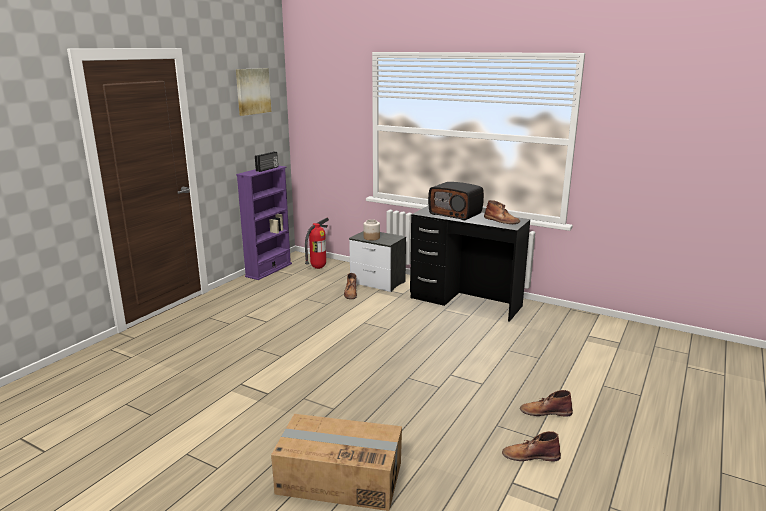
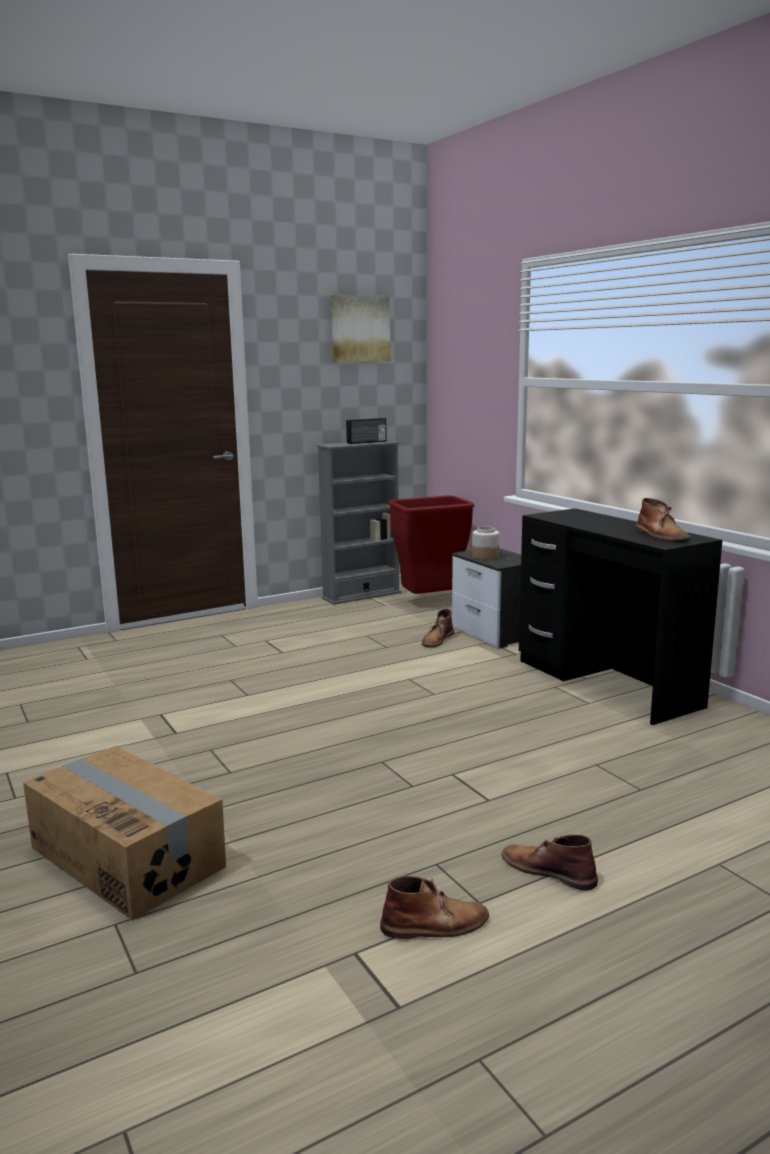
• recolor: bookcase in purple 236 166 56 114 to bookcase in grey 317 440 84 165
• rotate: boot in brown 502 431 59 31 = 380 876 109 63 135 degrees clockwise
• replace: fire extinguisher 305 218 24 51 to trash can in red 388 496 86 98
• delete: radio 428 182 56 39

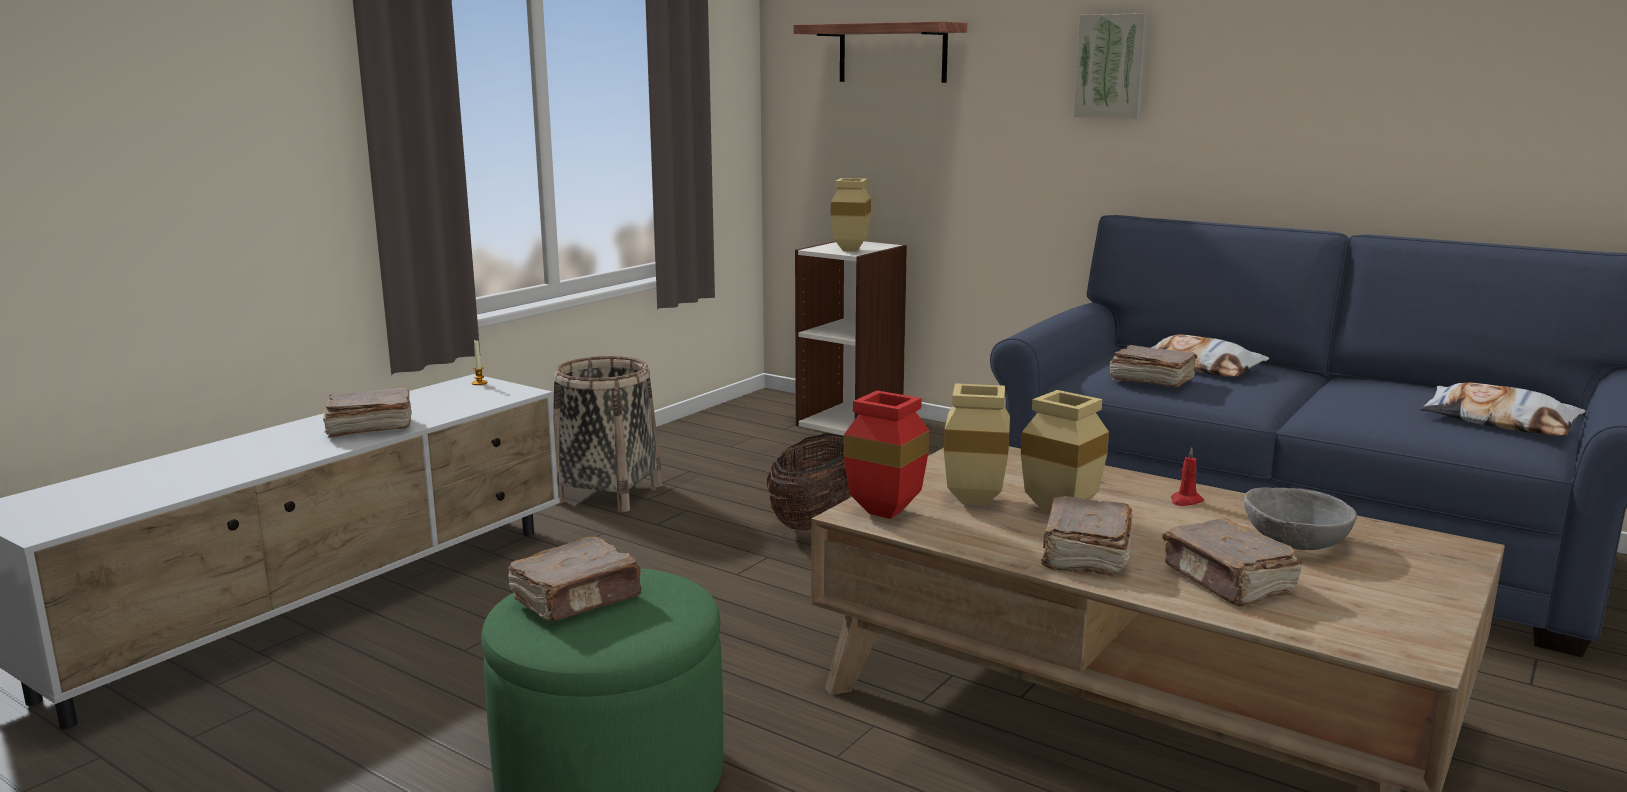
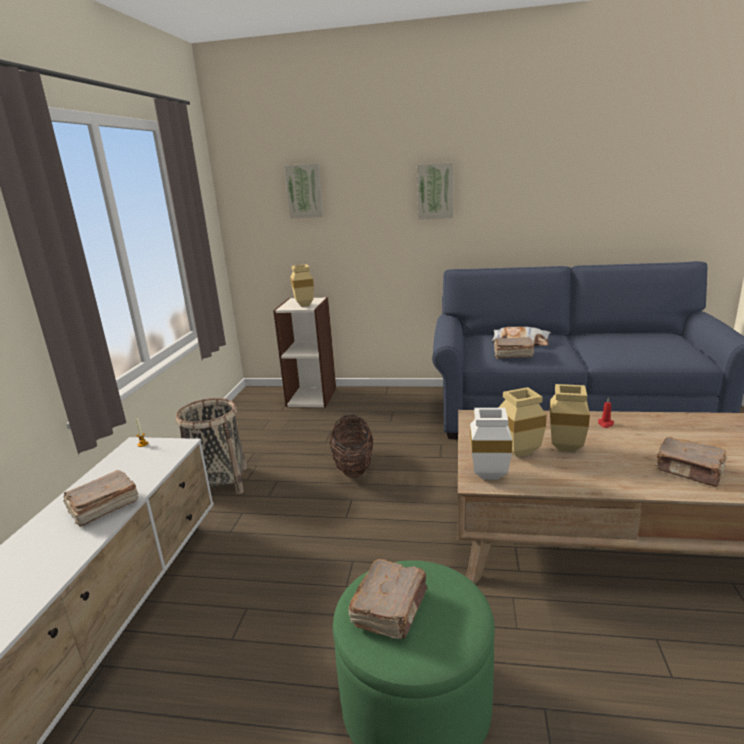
• replace: shelf 794 21 173 62 to picture 284 163 40 56
• recolor: vase in red 844 391 85 128 to vase in white 470 408 42 72
• delete: book in brown 1041 496 92 81
• delete: bowl in grey 1244 488 113 62
• delete: pillow 1420 382 165 54

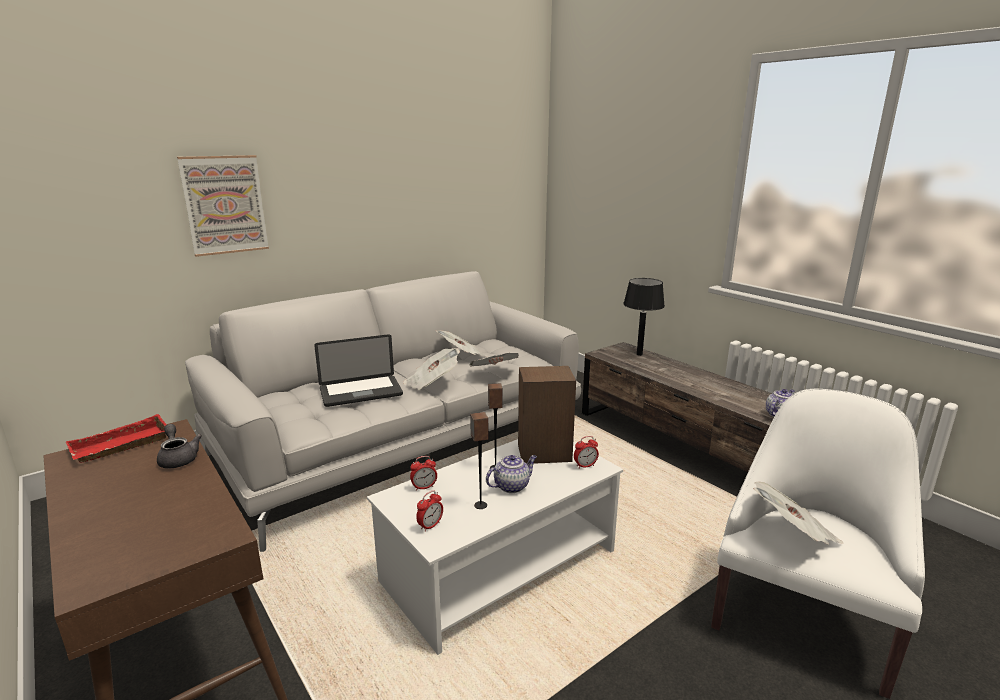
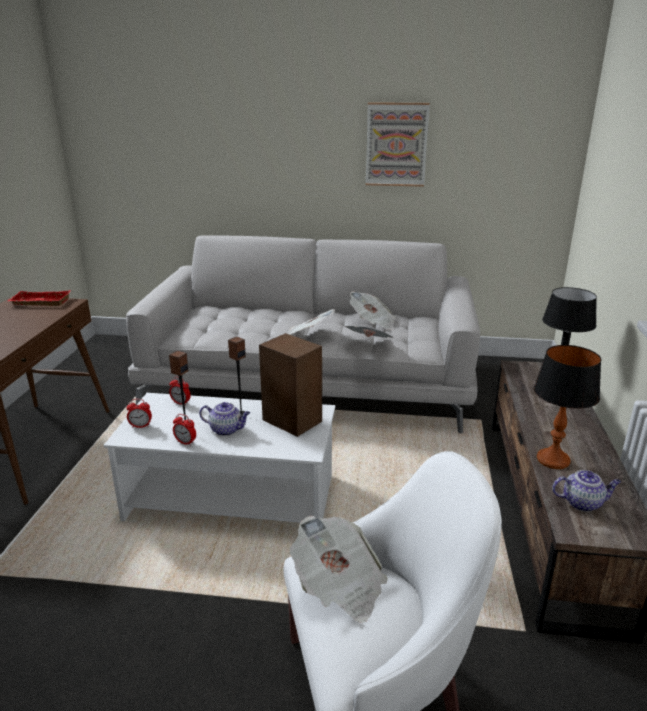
• move: alarm clock 574 436 25 32 to 173 414 23 32
• move: picture 177 155 92 102 to 365 102 65 85
• insert: table lamp 534 345 67 124
• delete: teapot in grey 157 424 45 44
• delete: laptop 314 334 89 73

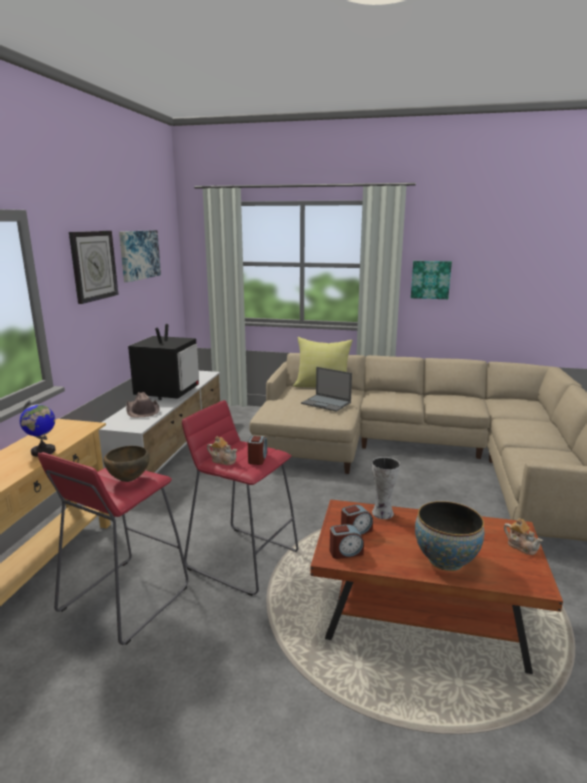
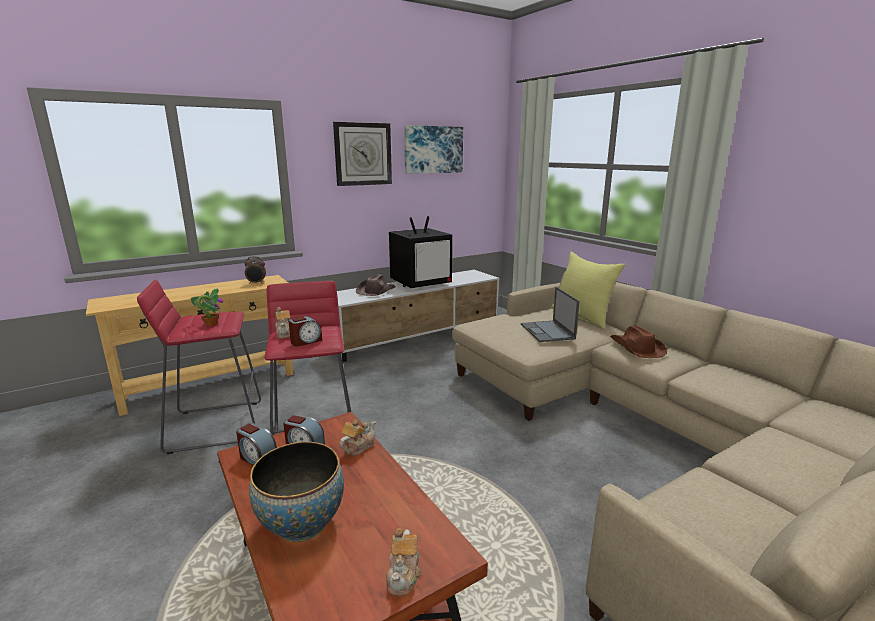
• replace: bowl in brown 103 446 47 36 to potted plant 191 288 32 38
• insert: alarm clock 245 256 21 28
• replace: vase 372 457 28 62 to teapot 339 420 37 36
• insert: hat in brown 610 326 57 32
• delete: globe 20 400 36 57
• delete: picture 411 261 41 38

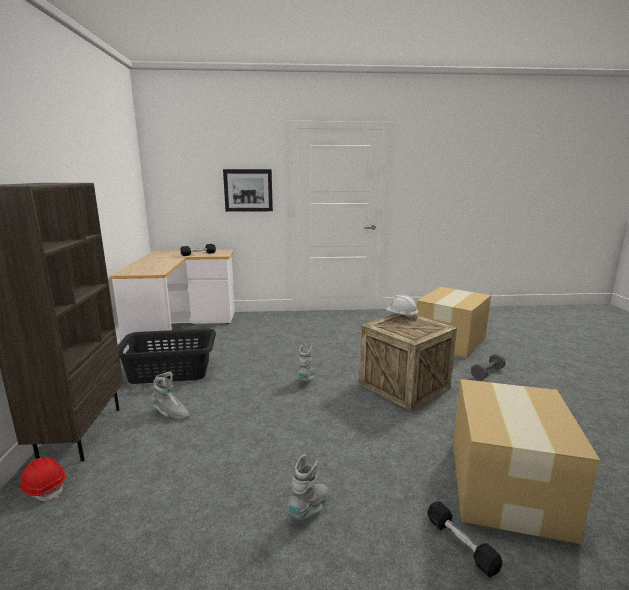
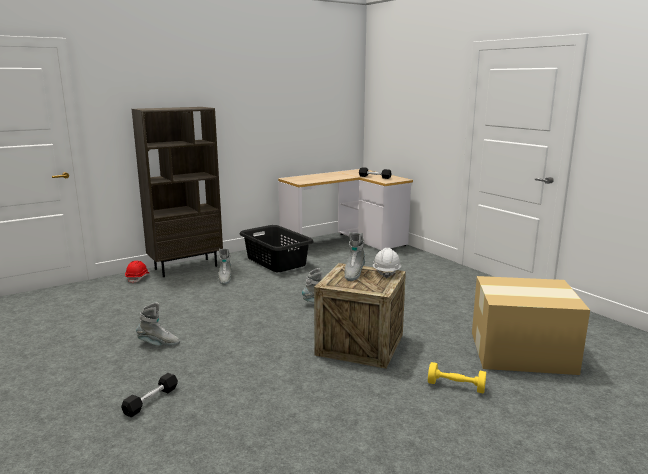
• insert: boot in grey 345 232 20 49
• recolor: dumbbell in grey 471 354 35 26 to dumbbell in yellow 428 362 58 31
• delete: picture 223 169 50 43
• delete: cardboard box 453 379 147 165

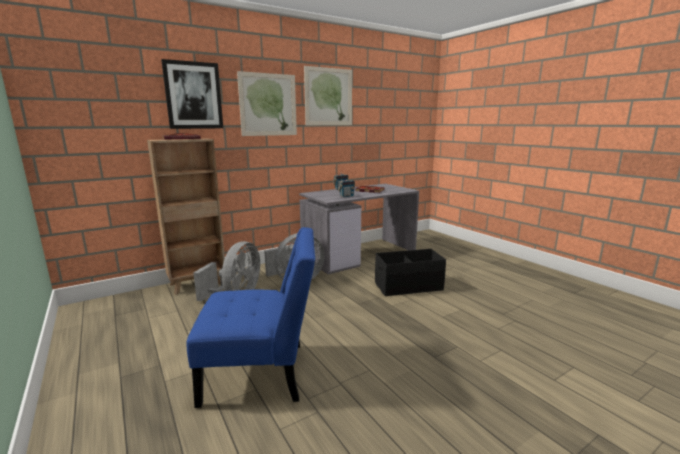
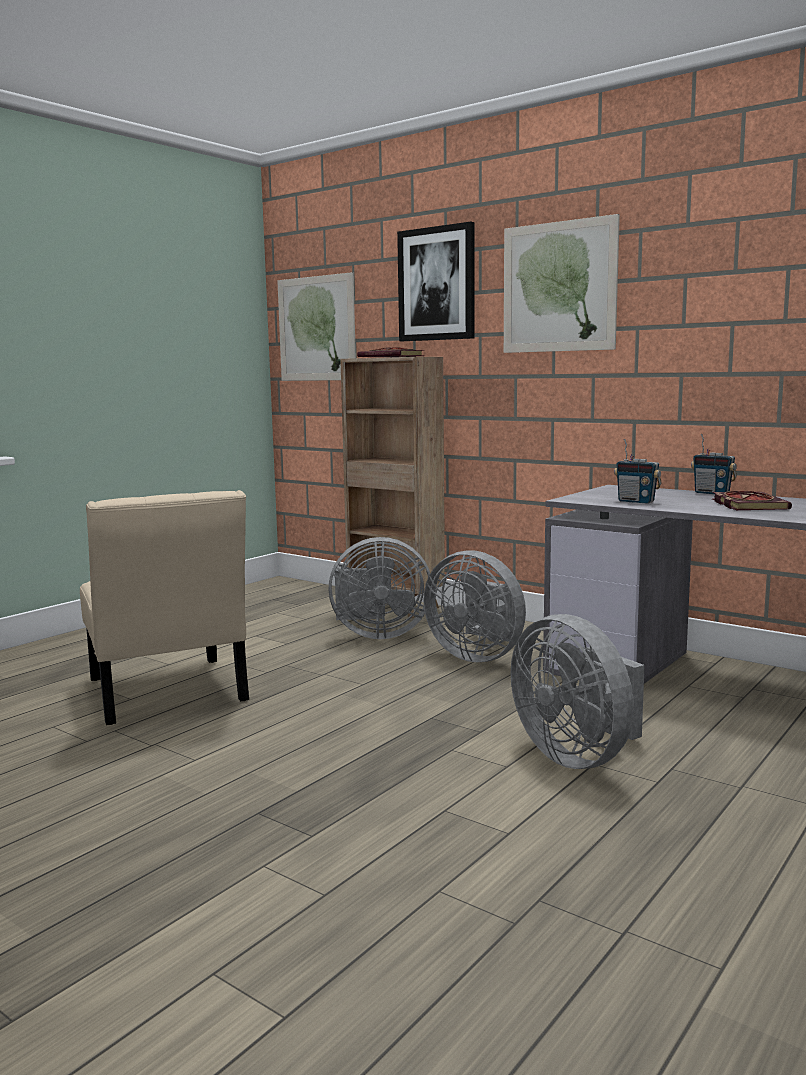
• recolor: chair in blue 186 227 129 181 to chair in beige 80 490 169 235
• move: picture 304 66 48 59 to 277 272 79 109
• replace: storage box in black 375 249 71 47 to fan in grey 511 614 134 155

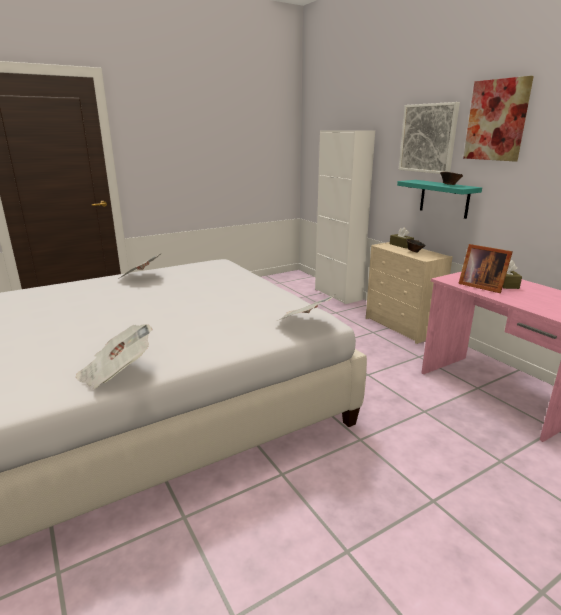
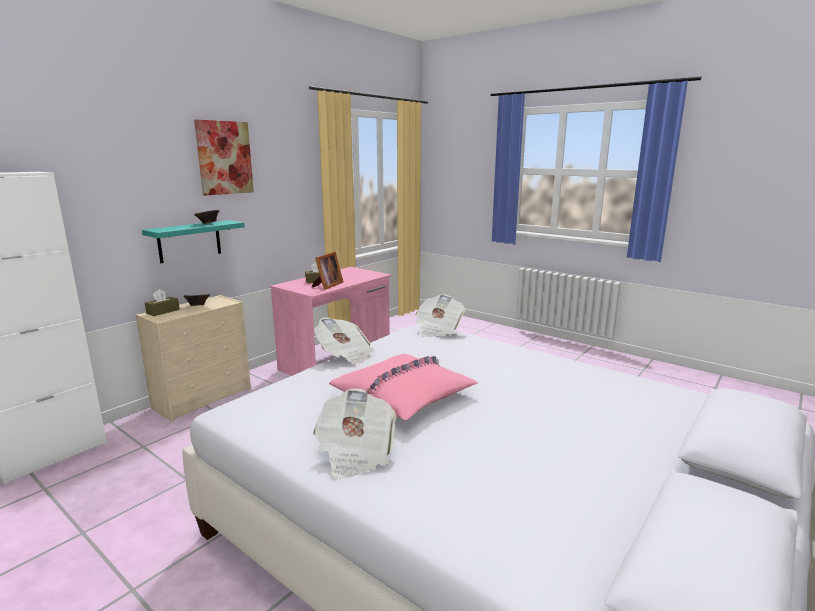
• move: newspaper 75 324 78 65 to 314 317 60 48
• insert: pillow in pink 329 354 149 66
• delete: picture 399 102 61 72

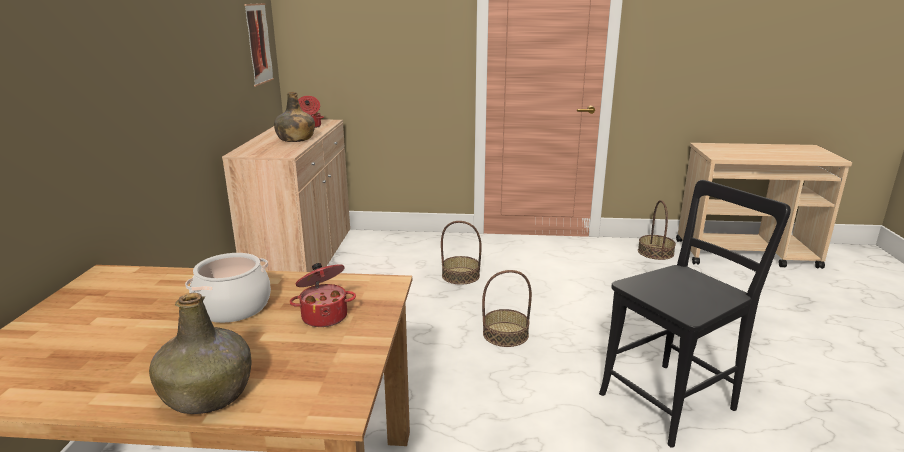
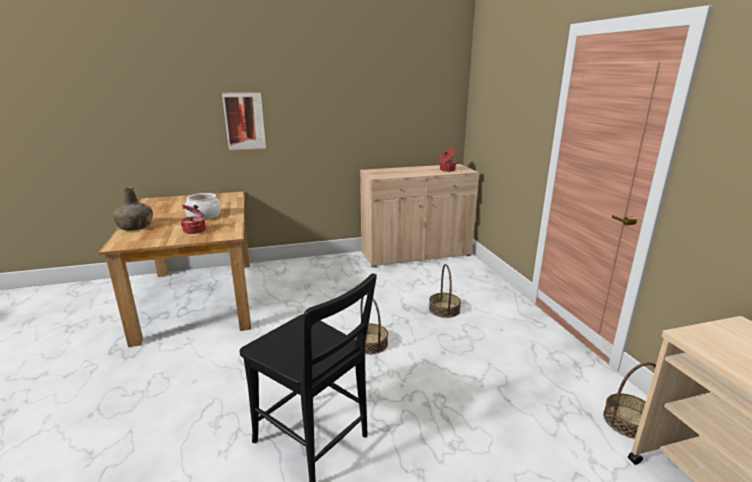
• move: picture 244 3 30 83 to 222 92 44 59
• delete: bottle in green 274 92 41 50

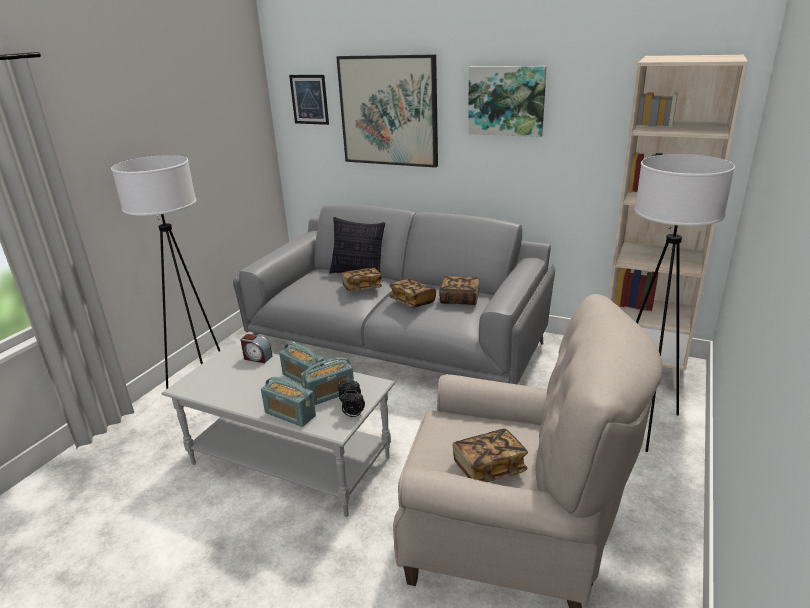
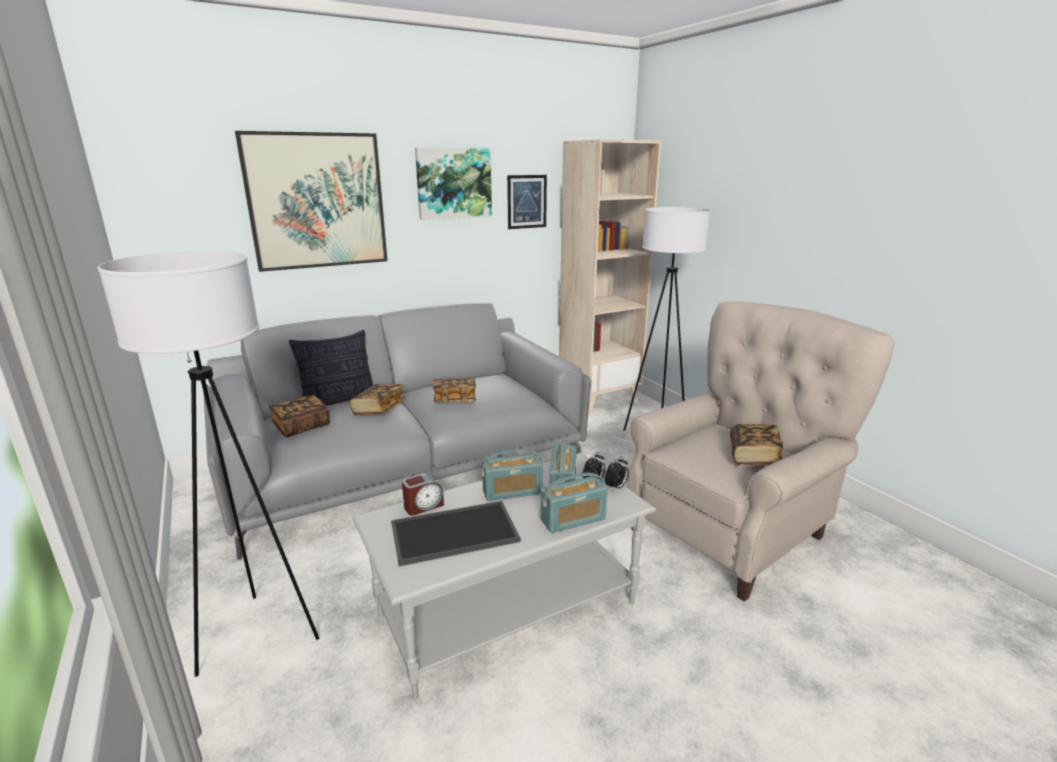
• move: book 439 276 41 29 to 269 395 61 42
• insert: tray 391 501 130 65
• move: picture 289 75 40 50 to 507 175 40 54

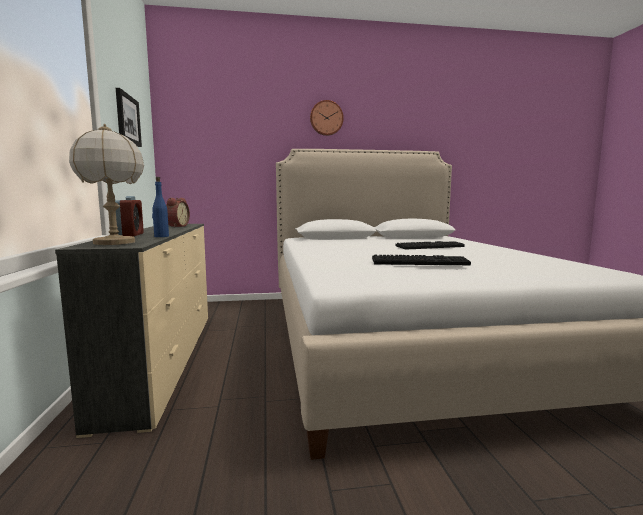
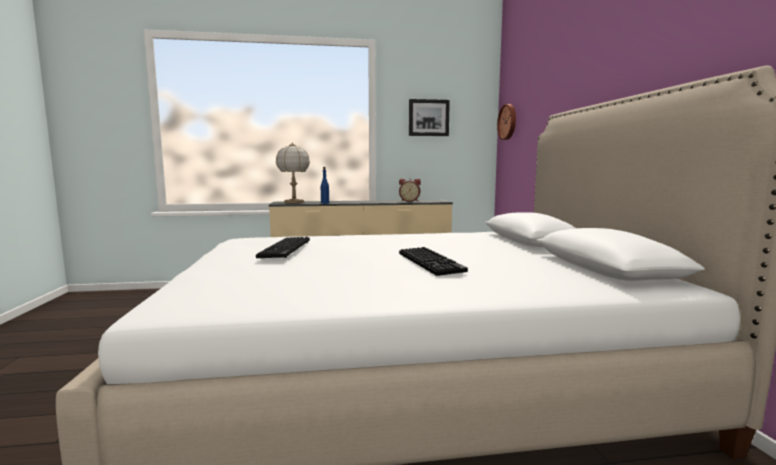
• move: wall clock 310 100 34 36 to 497 104 19 36
• delete: alarm clock 115 196 29 41

